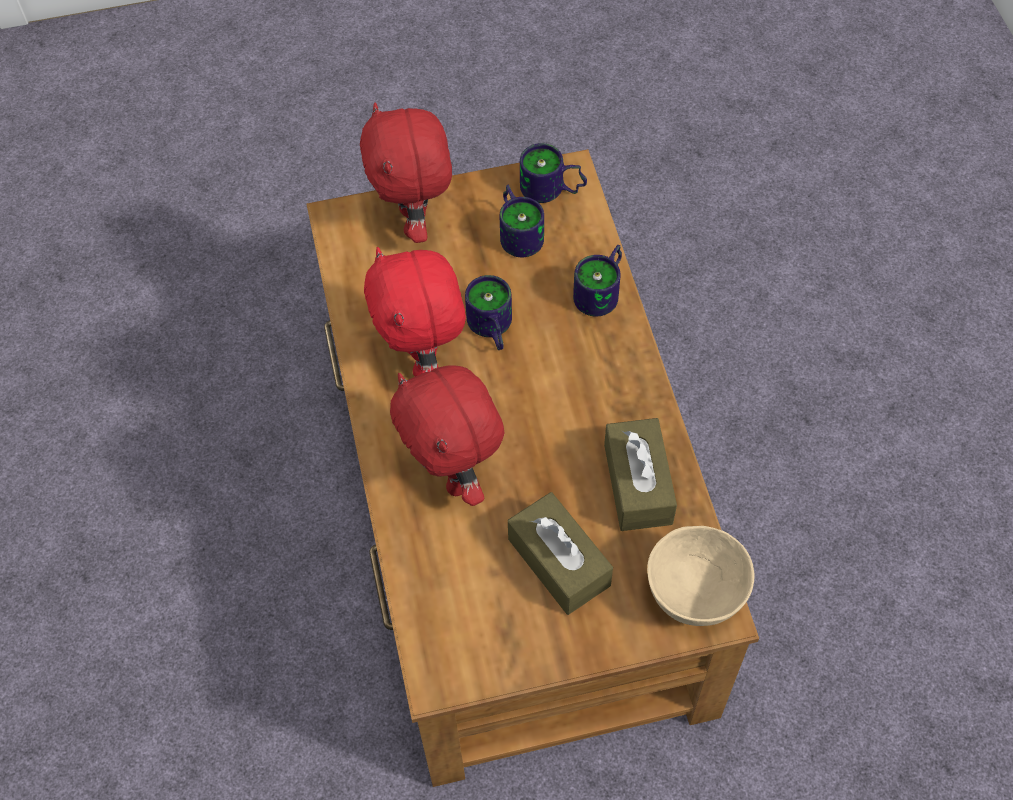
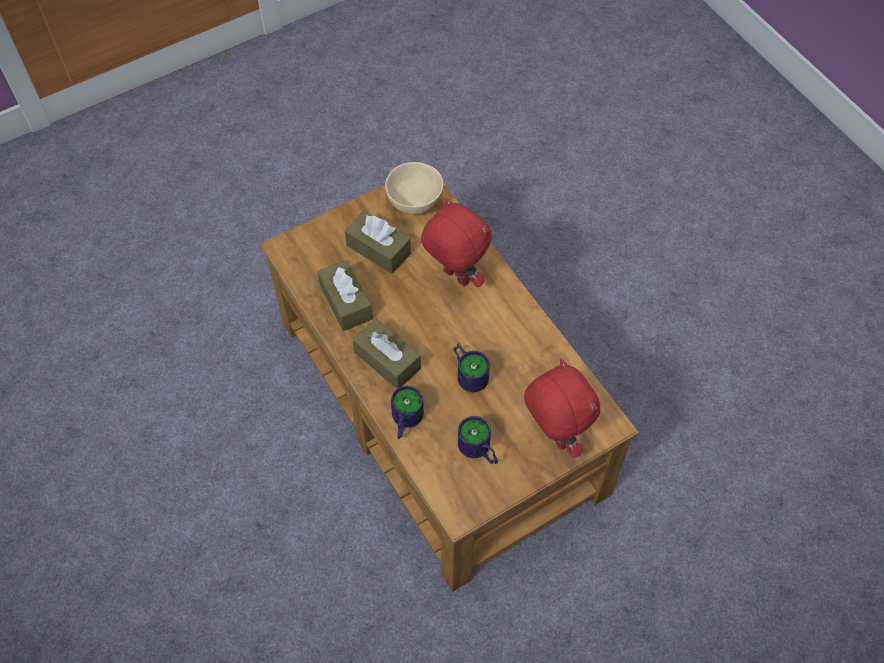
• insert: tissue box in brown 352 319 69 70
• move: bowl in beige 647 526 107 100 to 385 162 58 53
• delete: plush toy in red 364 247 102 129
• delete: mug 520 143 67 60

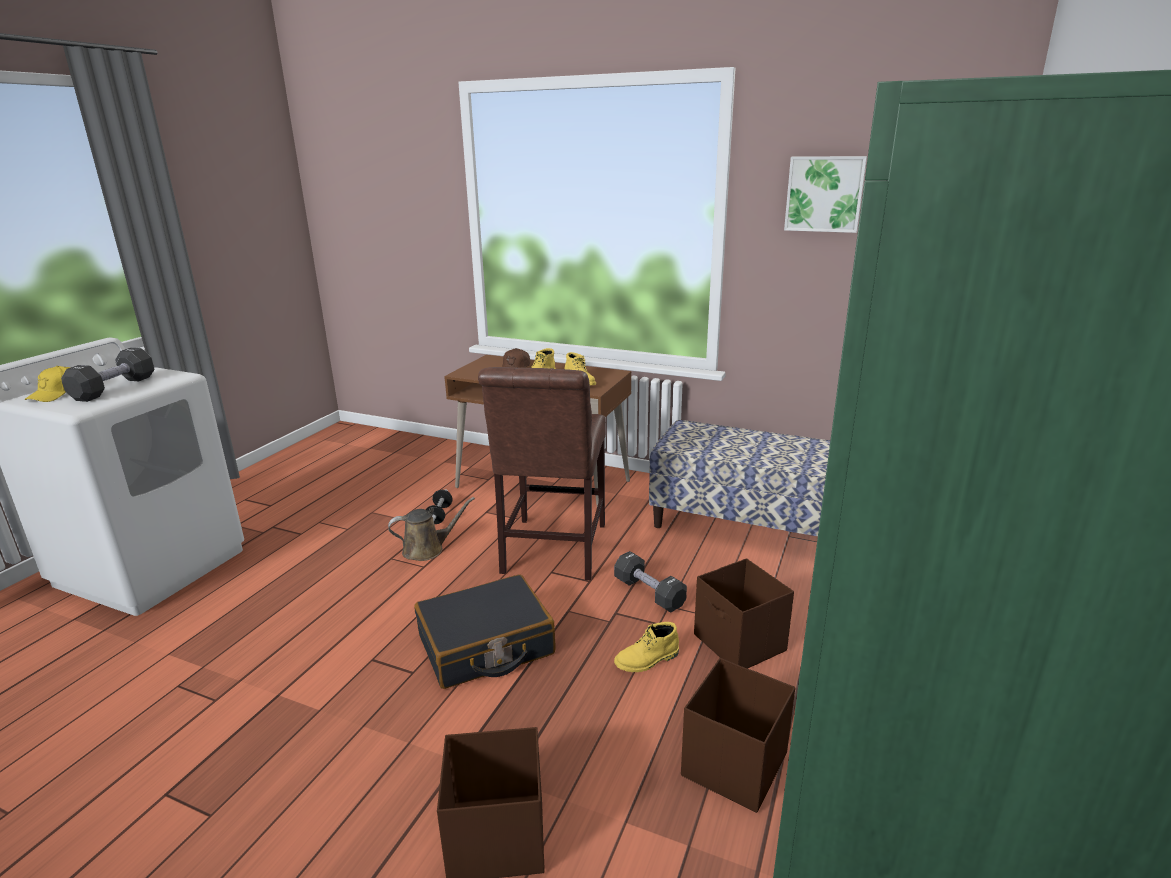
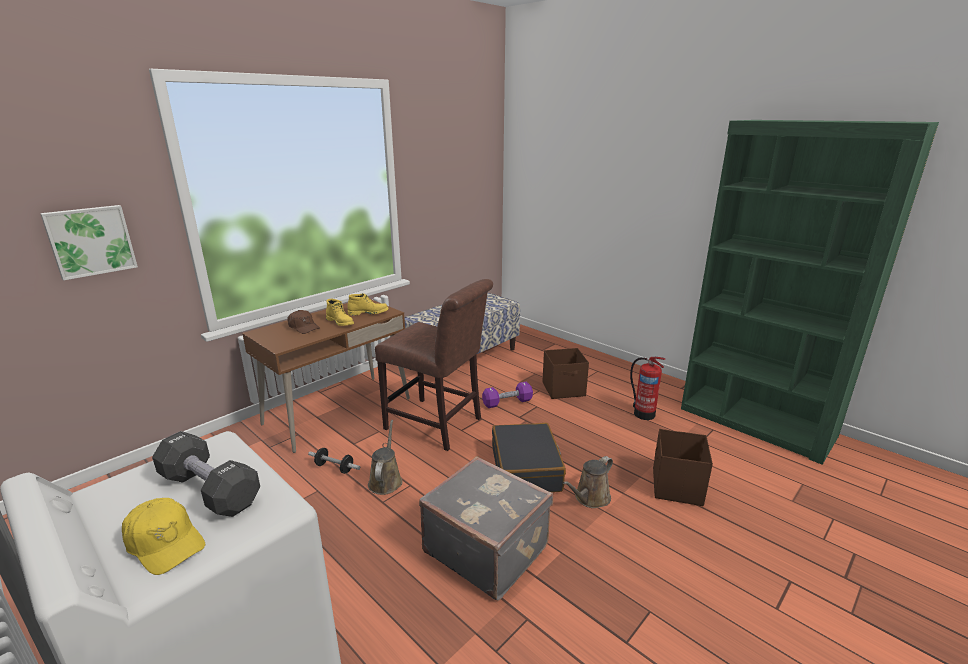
• move: picture 784 156 83 77 to 40 205 98 75
• insert: suitcase in grey 419 456 134 145
• recolor: dumbbell in black 614 551 73 62 to dumbbell in purple 482 381 51 27
• insert: watering can in brown 562 456 51 52
• replace: storage box in brown 681 658 114 155 to fire extinguisher 630 357 35 63
• delete: boot in yellow 614 622 65 50

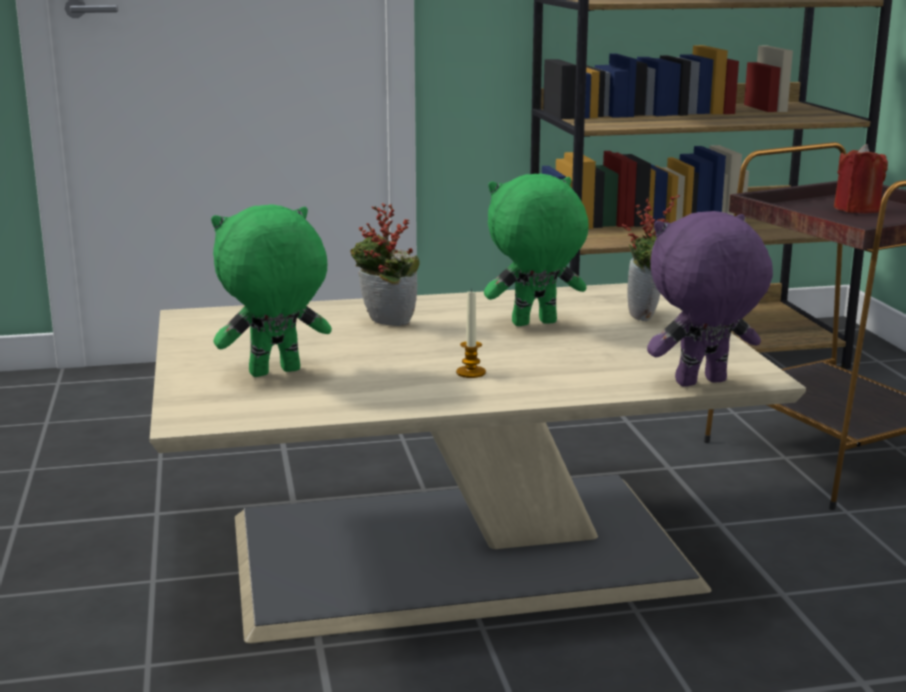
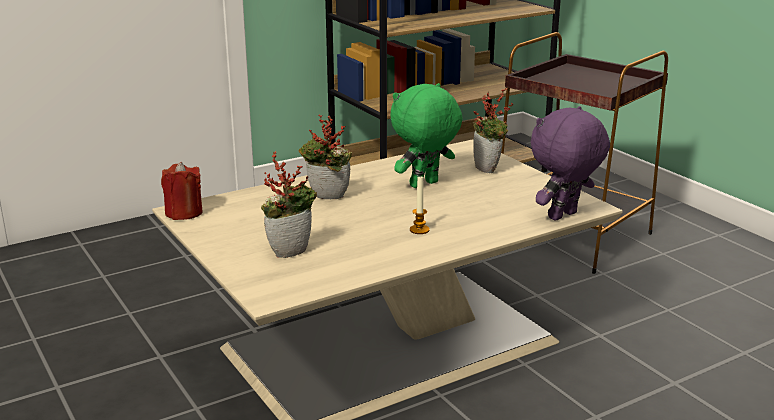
• move: candle in red 834 144 54 70 to 161 162 42 58
• replace: plush toy in green 211 204 121 173 to potted plant 261 151 56 107

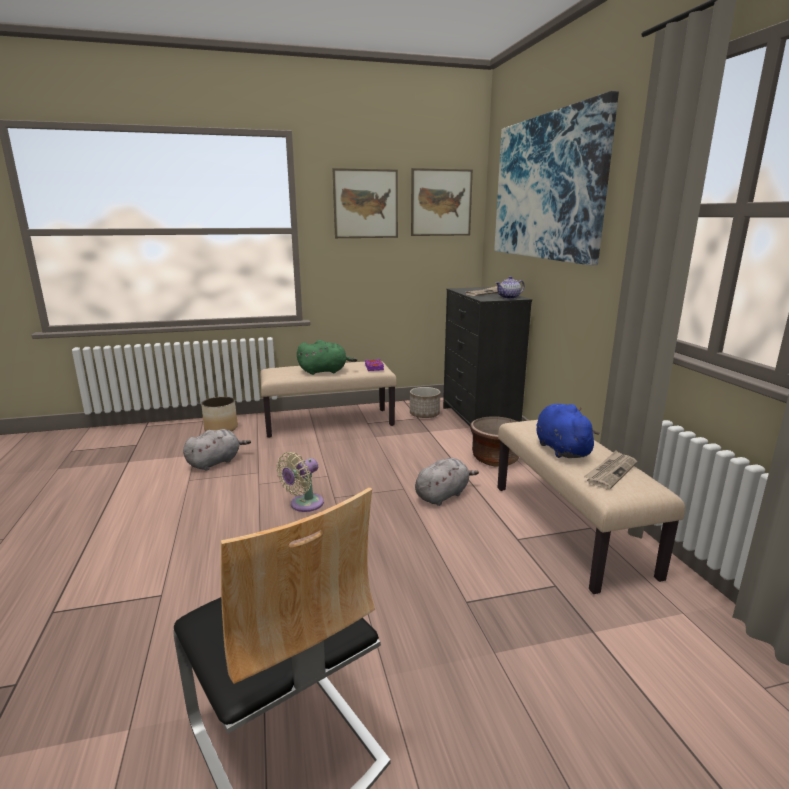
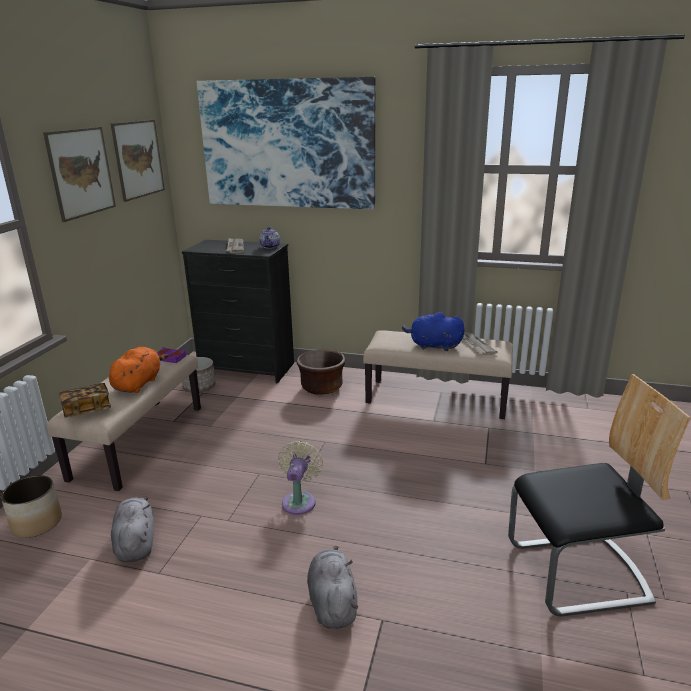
• insert: book 59 383 52 34
• recolor: plush toy in green 297 340 60 35 to plush toy in orange 109 347 59 46
• rotate: fan in beige 276 452 48 60 = 278 441 45 74 150 degrees counterclockwise
• move: plush toy in grey 415 458 64 48 to 307 546 51 82

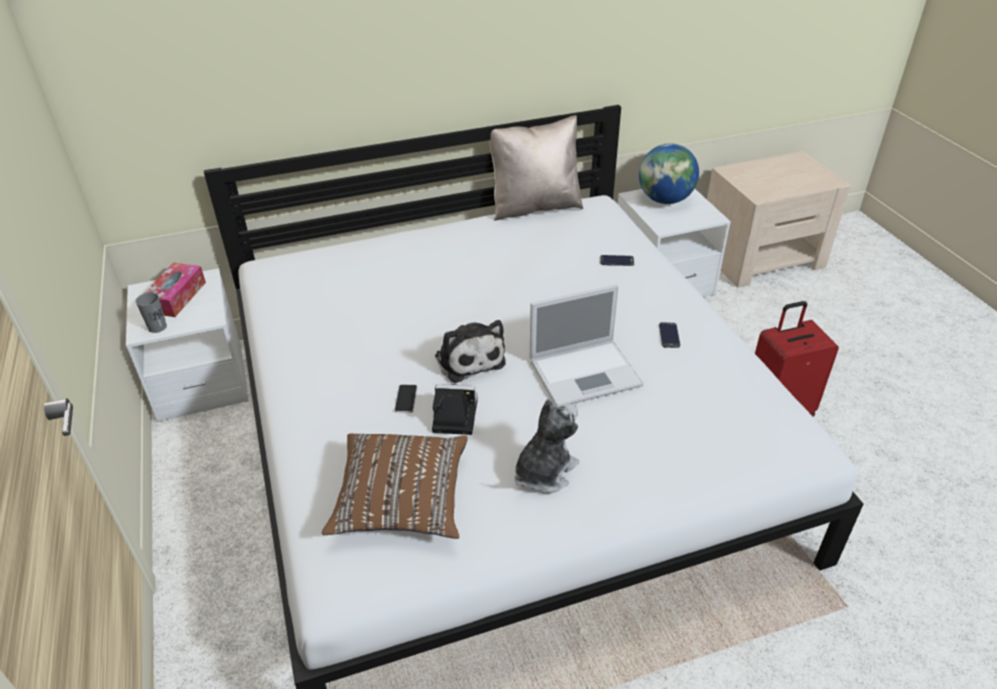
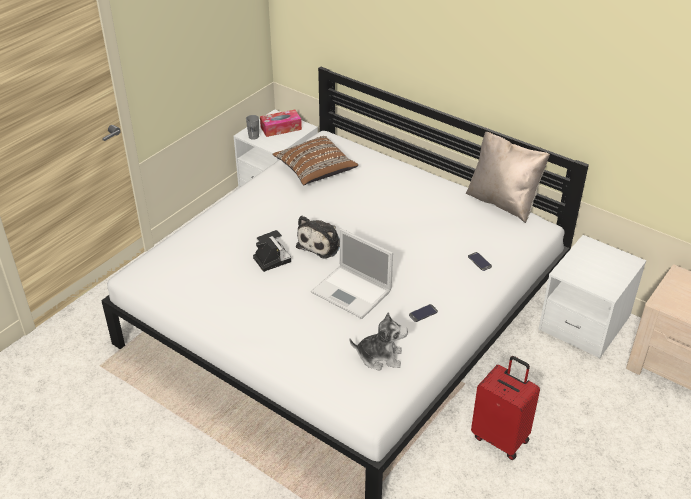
• move: pillow in brown 321 433 147 106 to 273 136 85 49
• move: plush toy 515 399 64 95 to 349 313 59 58
• delete: globe 639 143 60 61

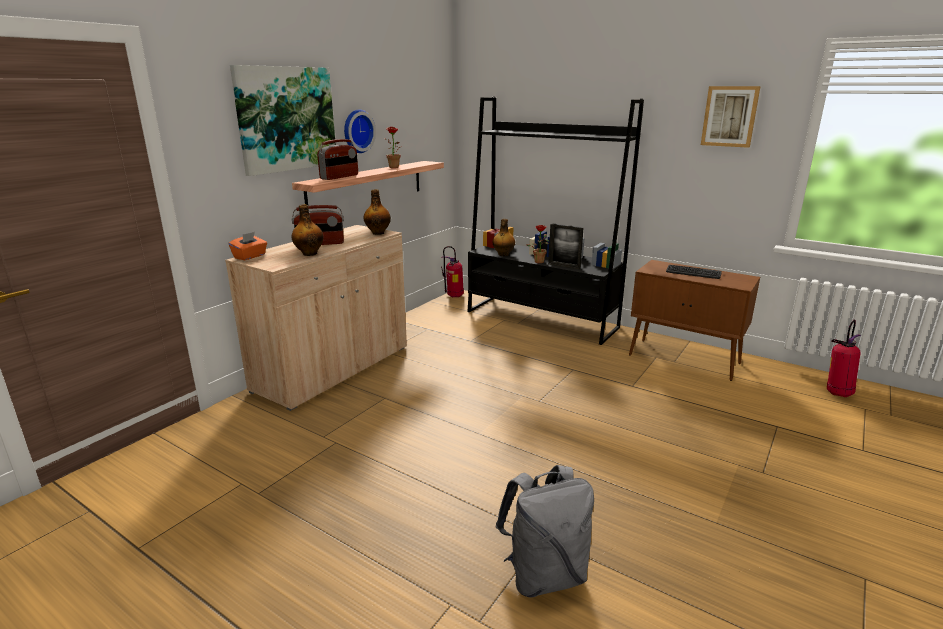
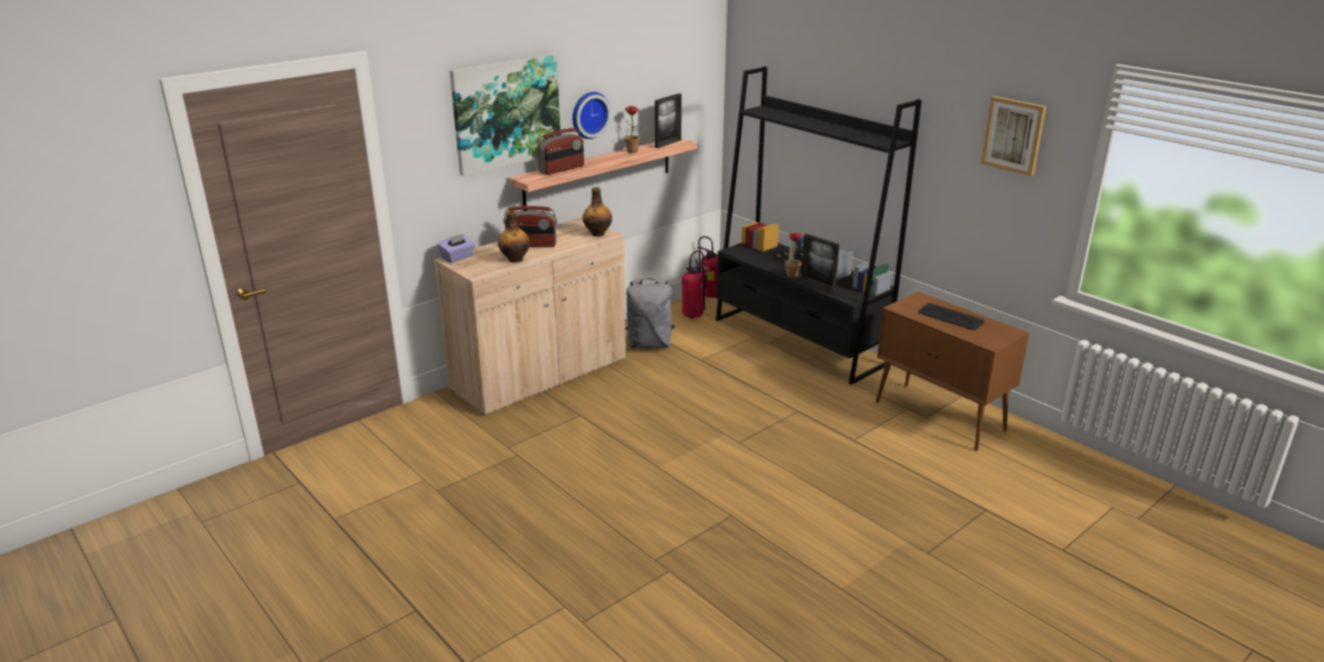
• recolor: tissue box in orange 229 232 38 28 to tissue box in purple 438 234 37 29
• move: backpack in grey 495 465 99 133 to 625 278 50 71
• insert: picture frame 655 93 27 55
• move: fire extinguisher 827 319 34 78 to 682 251 26 68
• delete: bottle 493 219 22 37

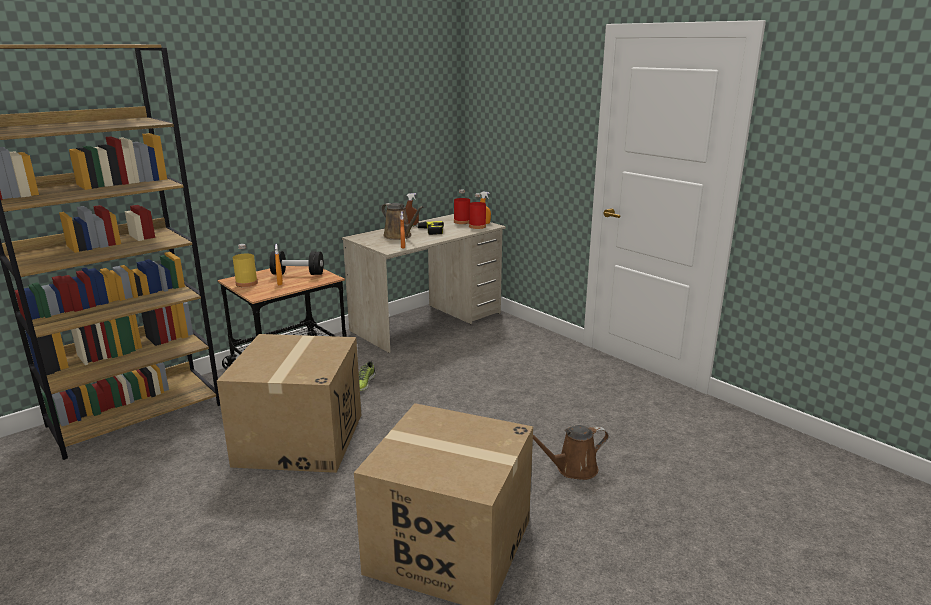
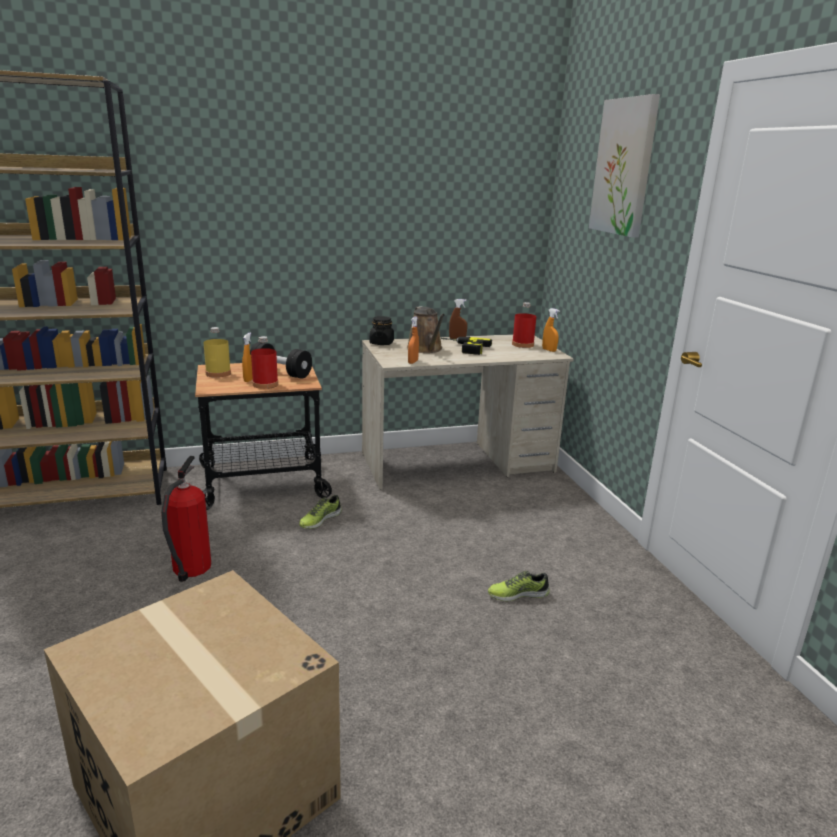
• replace: cardboard box 217 334 144 139 to fire extinguisher 161 456 50 126
• move: bottle in red 469 193 17 36 to 251 336 27 53
• insert: jar in black 370 316 24 29
• insert: shoe 488 571 62 31
• insert: picture 589 94 71 144
• delete: watering can in brown 533 425 76 55

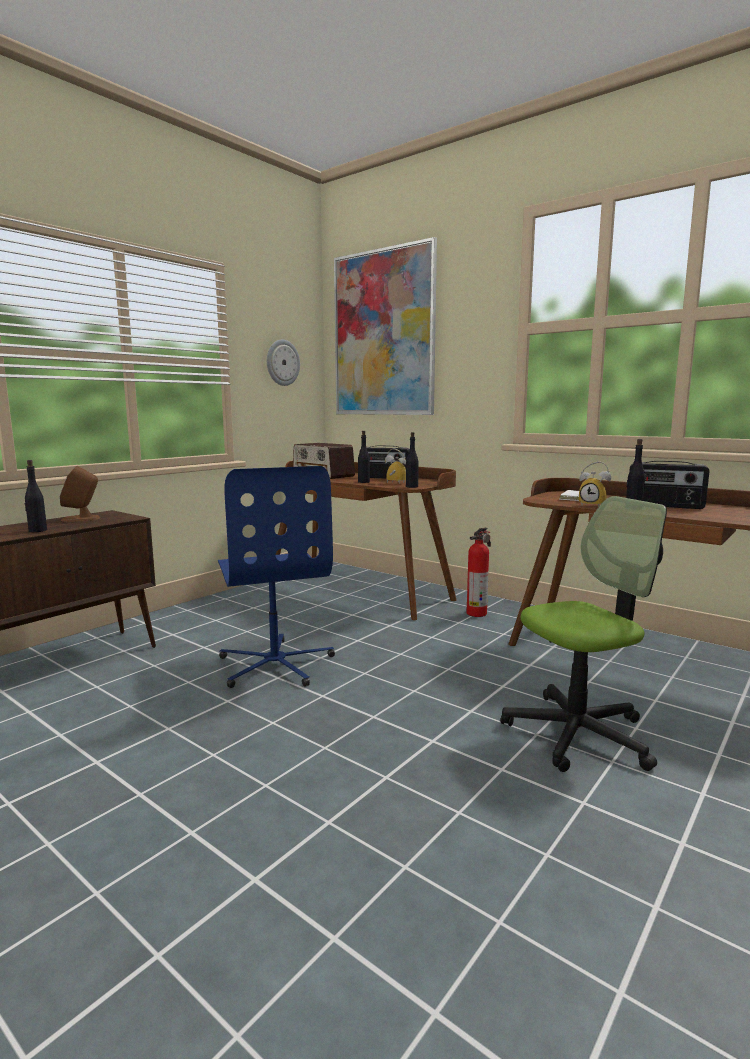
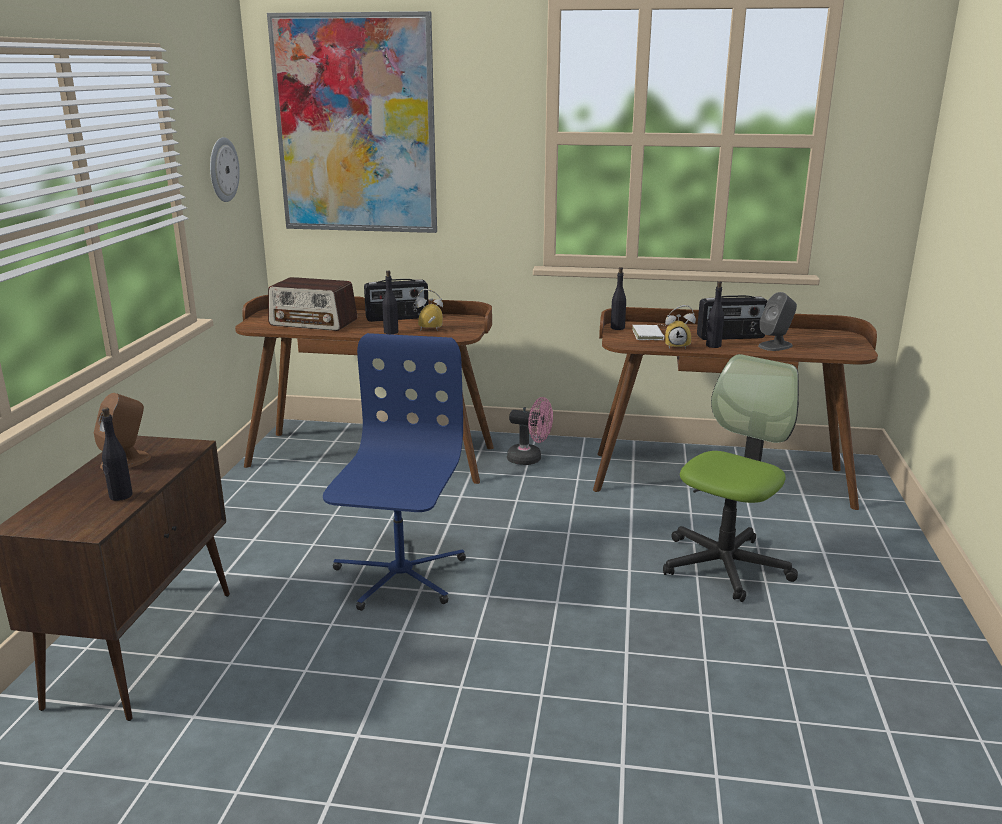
• rotate: office chair in blue 218 466 117 222 = 323 333 143 278 120 degrees counterclockwise
• replace: fire extinguisher 467 528 24 89 to fan in pink 507 397 46 68
• move: bottle in black 406 432 13 56 to 611 267 15 63
• insert: speaker in grey 758 292 39 59

